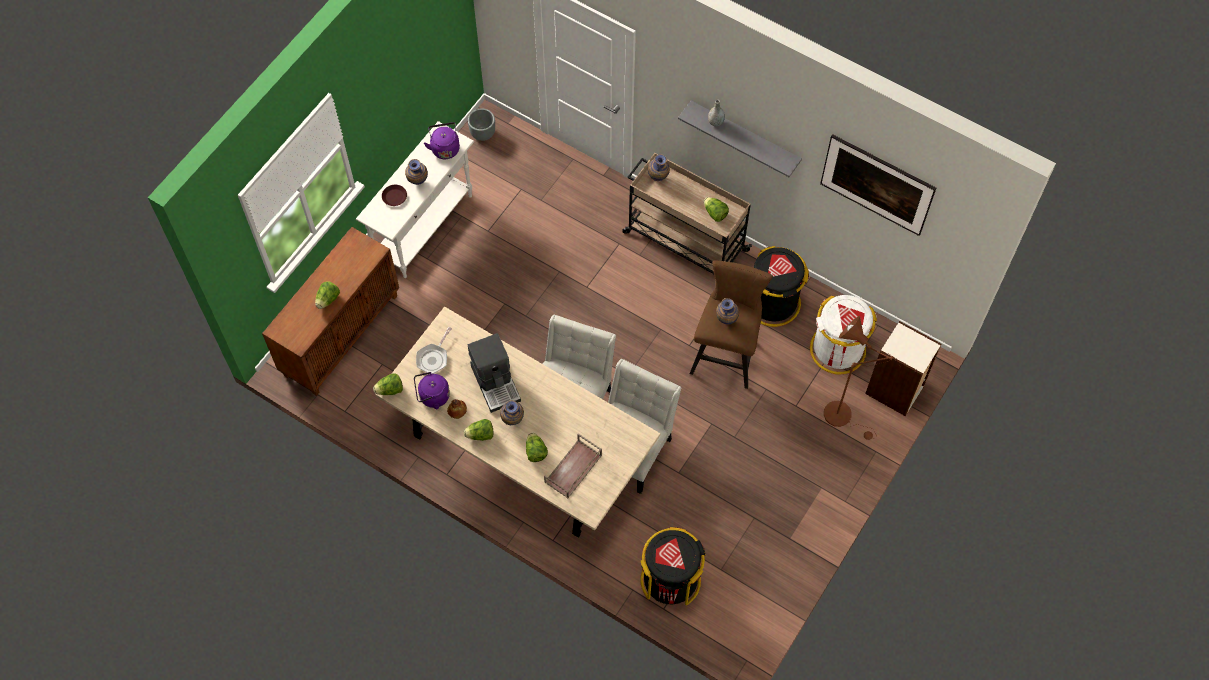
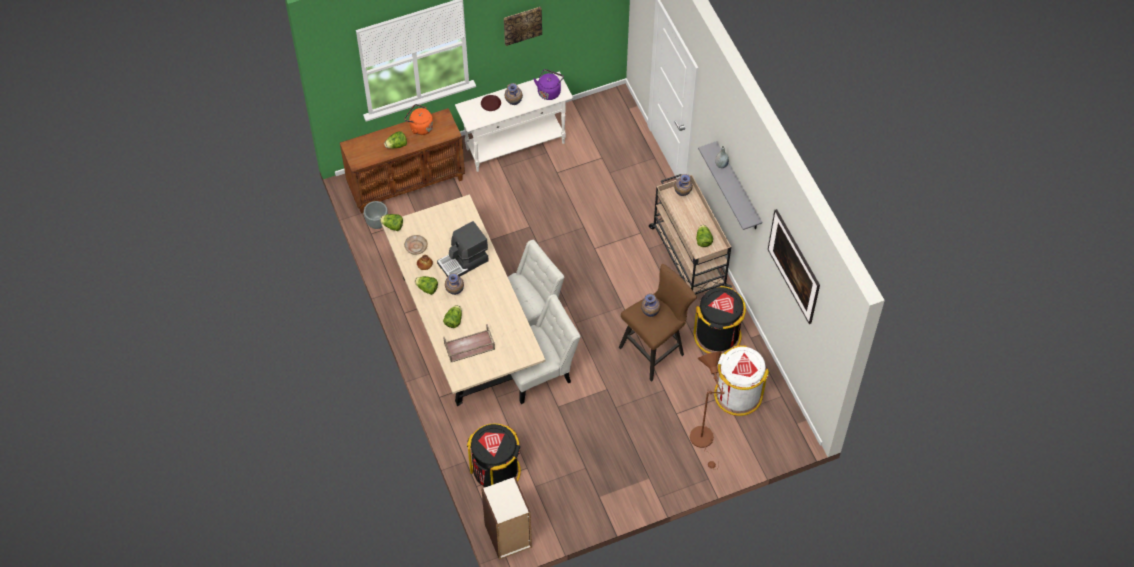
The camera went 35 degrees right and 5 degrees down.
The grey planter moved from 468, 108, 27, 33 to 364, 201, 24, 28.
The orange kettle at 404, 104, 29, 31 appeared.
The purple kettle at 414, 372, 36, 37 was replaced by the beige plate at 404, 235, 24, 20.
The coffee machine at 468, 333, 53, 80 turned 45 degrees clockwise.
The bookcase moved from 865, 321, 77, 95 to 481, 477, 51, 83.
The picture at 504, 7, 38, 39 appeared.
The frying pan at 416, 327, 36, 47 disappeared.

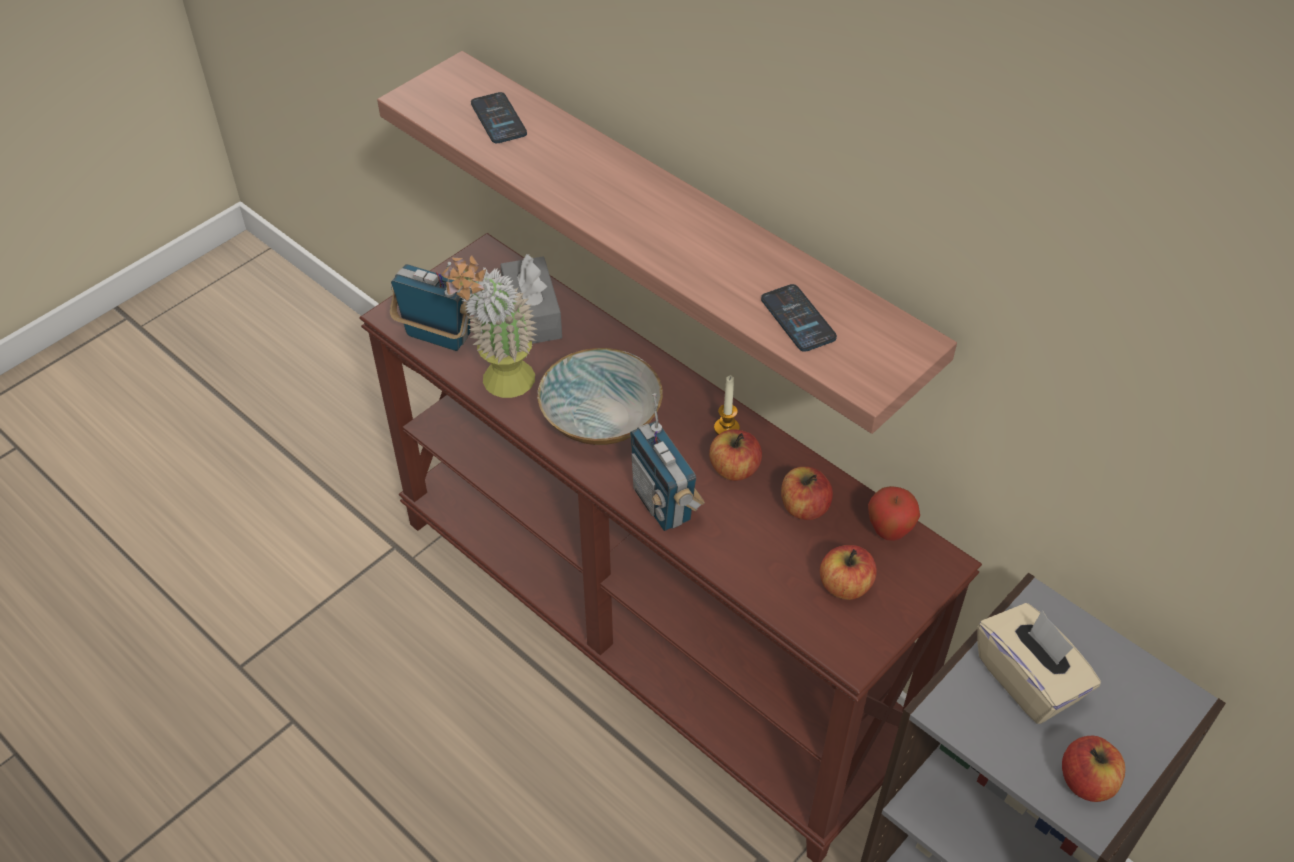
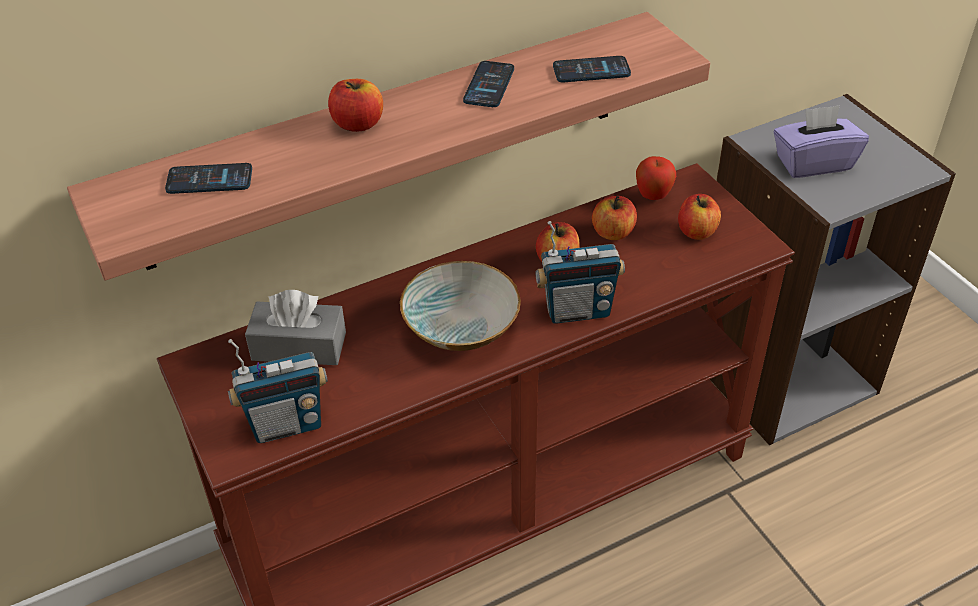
The camera went 70 degrees left and 5 degrees down.
The radio at 390, 262, 82, 89 turned 150 degrees counterclockwise.
The apple moved from 1062, 736, 63, 66 to 328, 79, 55, 53.
The phone at 463, 61, 51, 46 appeared.
The beige tissue box at 978, 603, 123, 121 became the purple tissue box at 774, 105, 95, 73.
The potted plant at 441, 255, 96, 143 disappeared.
The candle at 714, 376, 26, 59 disappeared.

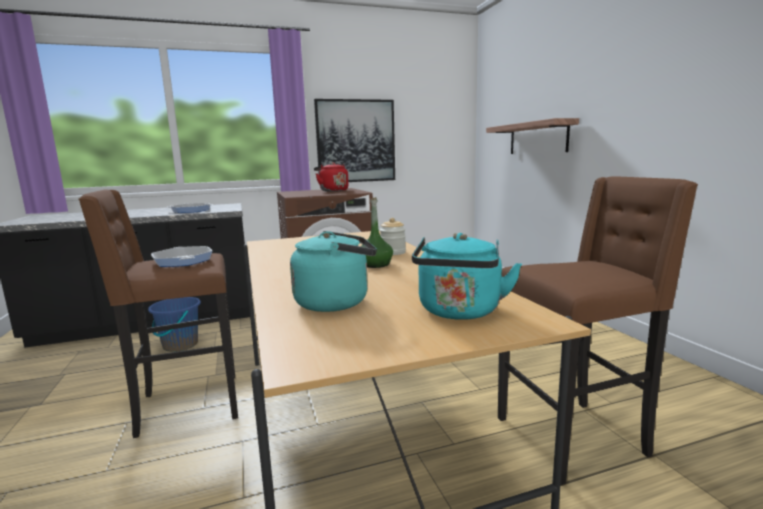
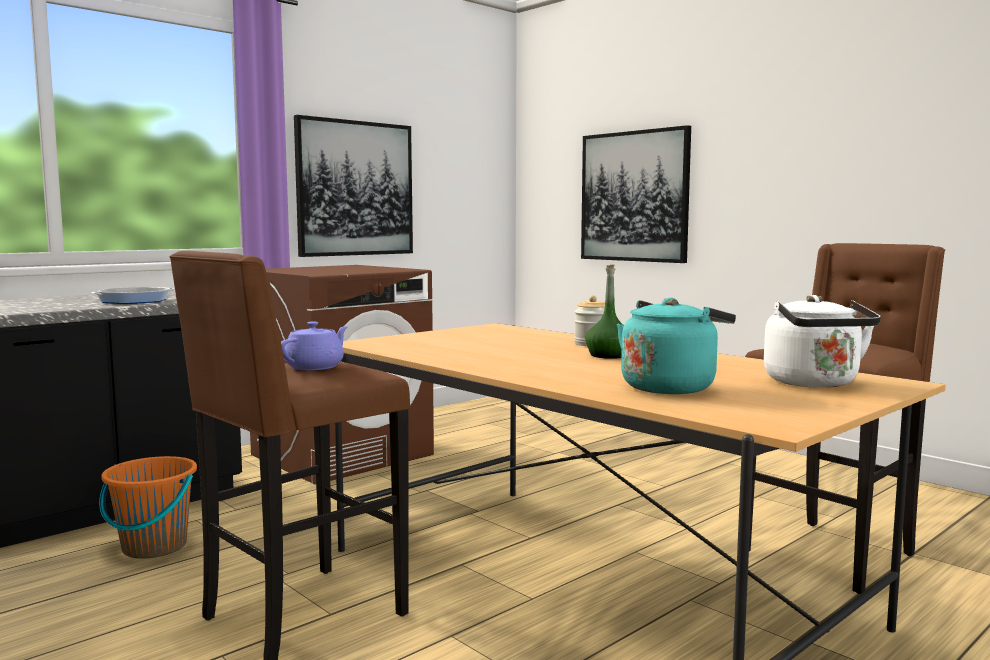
The camera went 25 degrees left and 5 degrees down.
The blue bucket at 148, 297, 53, 55 became the orange bucket at 99, 456, 98, 103.
The frying pan at 151, 246, 61, 21 was replaced by the purple teapot at 281, 322, 67, 48.
The shelf at 486, 118, 93, 36 was replaced by the picture at 581, 125, 110, 138.
The turquoise kettle at 412, 233, 110, 87 became the white kettle at 764, 295, 117, 93.
The red kettle at 314, 162, 35, 30 disappeared.

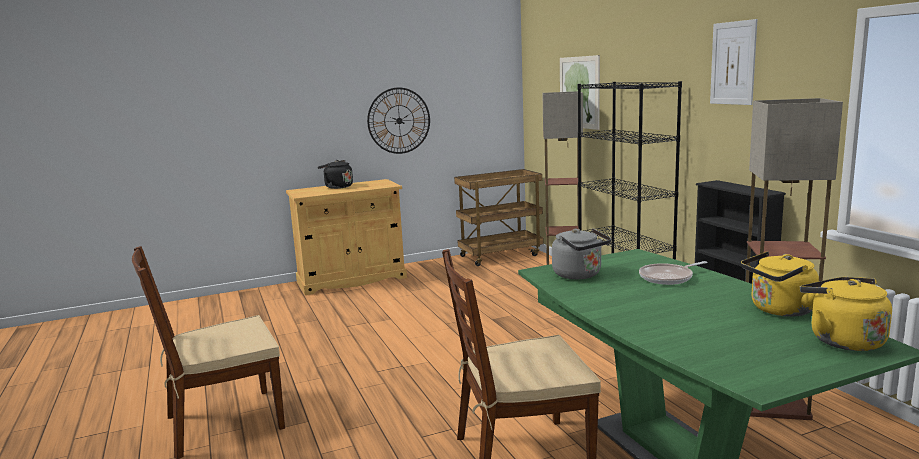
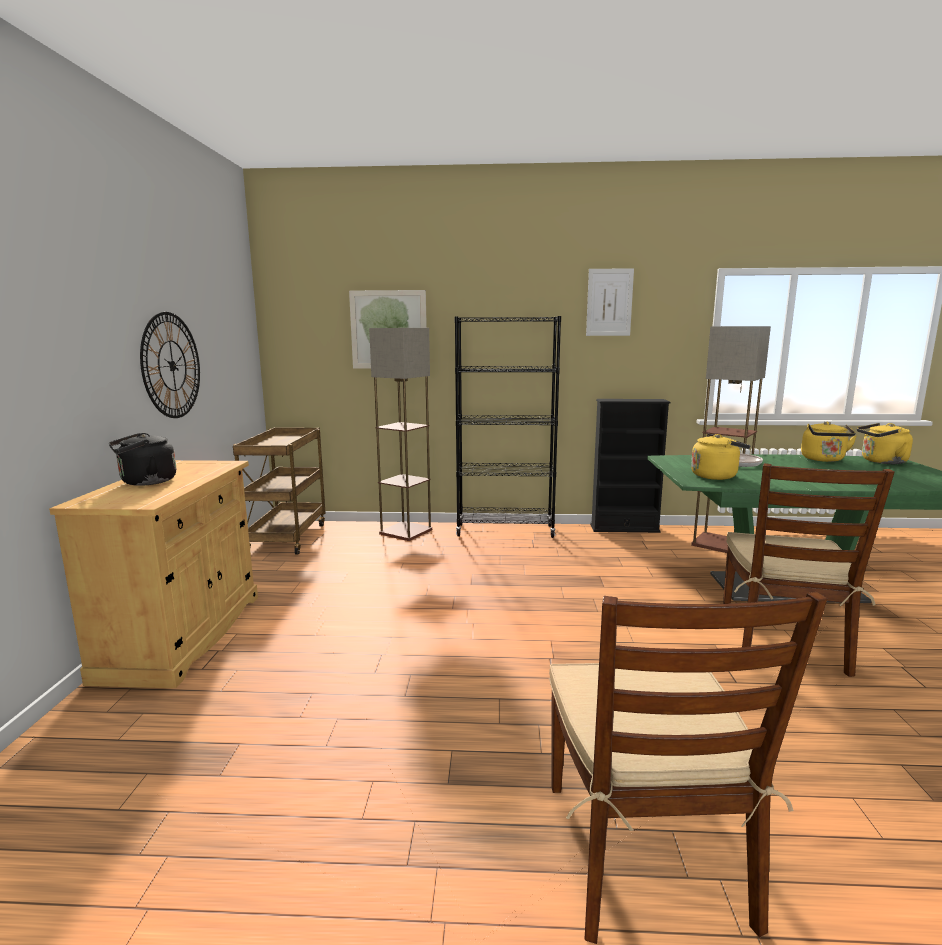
The camera went 65 degrees left and 0 degrees up.
The grey kettle at 552, 228, 59, 51 became the yellow kettle at 691, 434, 60, 46.

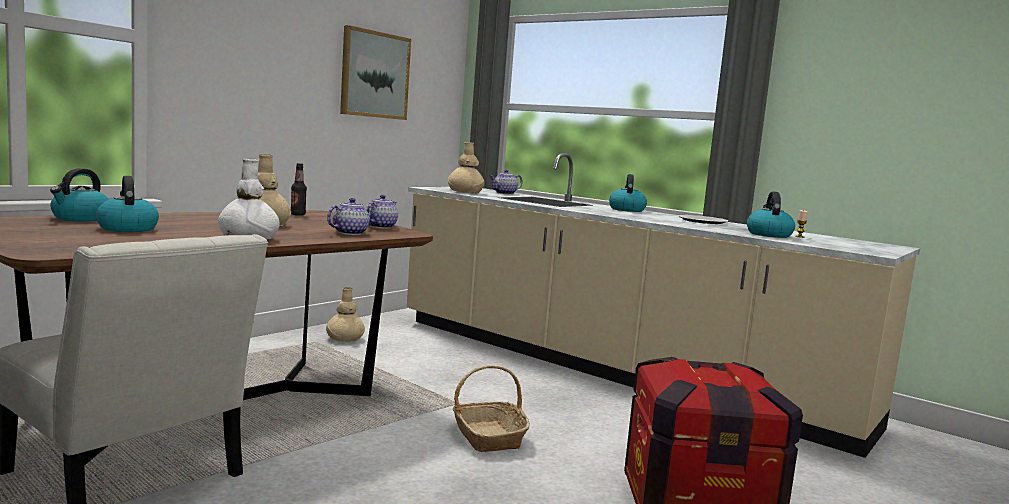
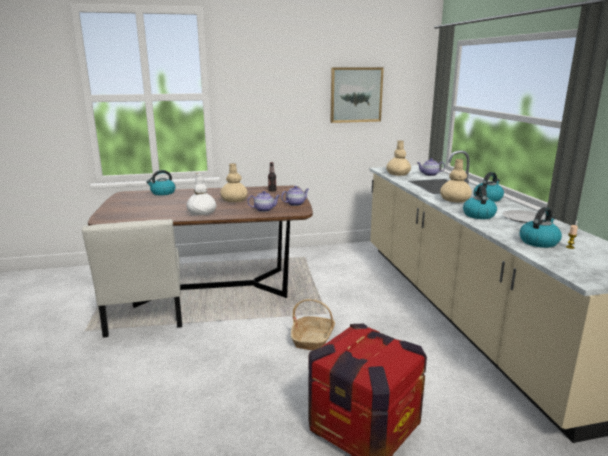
The camera went 40 degrees right and 10 degrees up.
The beige vase moved from 326, 287, 39, 55 to 440, 159, 32, 44.
The kettle moved from 96, 176, 63, 56 to 463, 185, 34, 34.

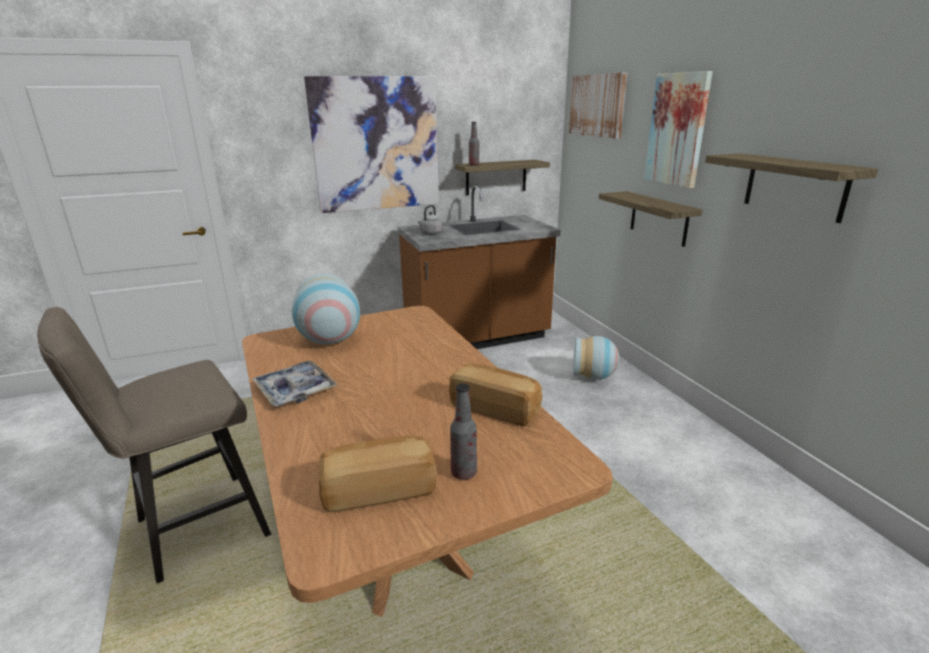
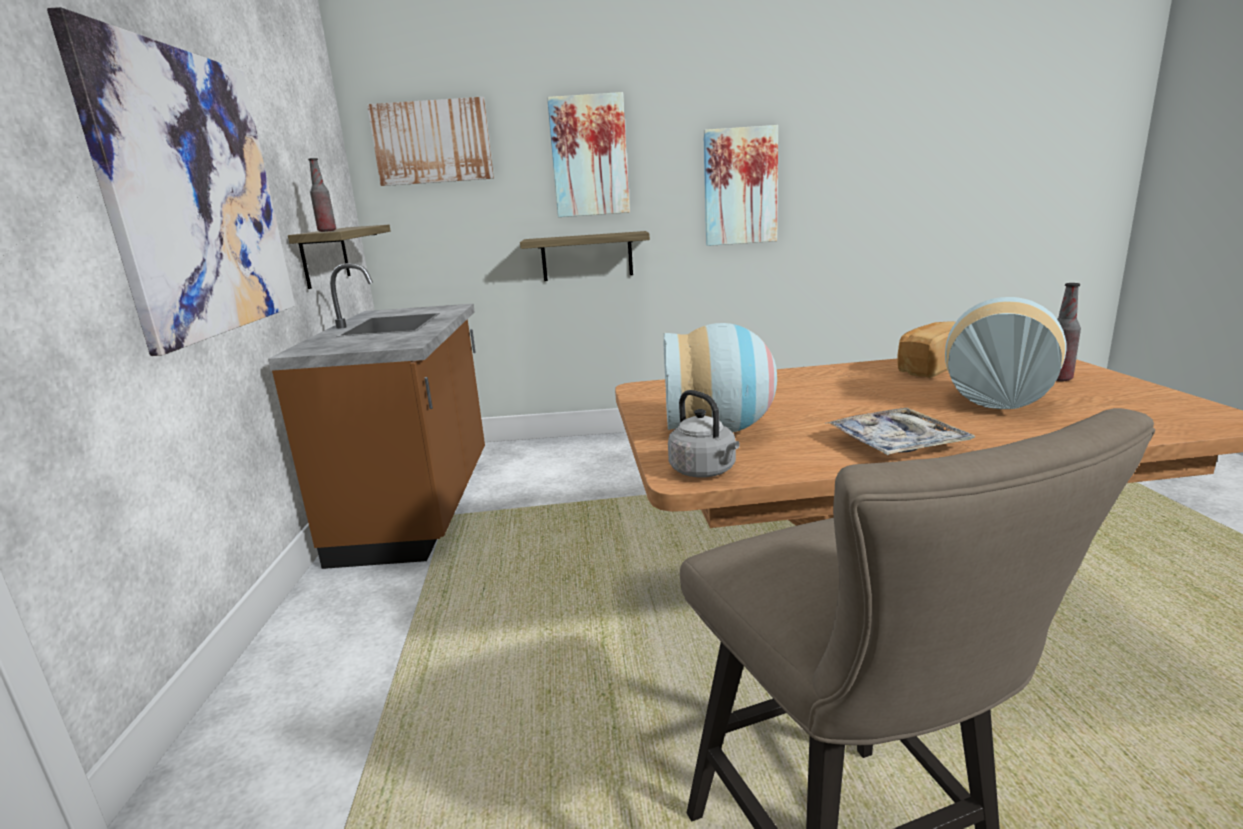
The camera went 70 degrees left and 5 degrees down.
The grey kettle moved from 418, 205, 25, 30 to 668, 390, 72, 87.
The shelf at 705, 153, 173, 70 was replaced by the picture at 703, 125, 75, 121.
The vase moved from 573, 336, 46, 44 to 945, 297, 122, 112.
The bread at 319, 436, 118, 76 disappeared.

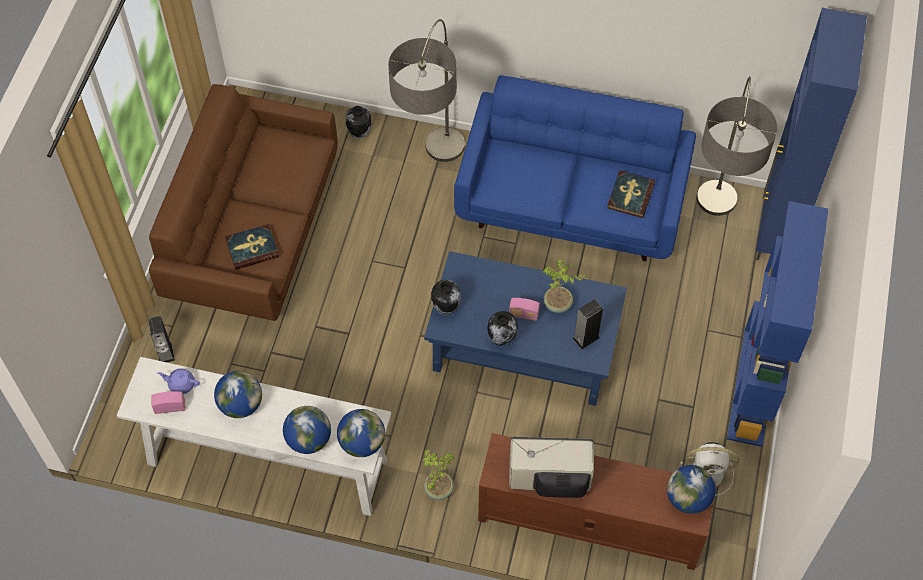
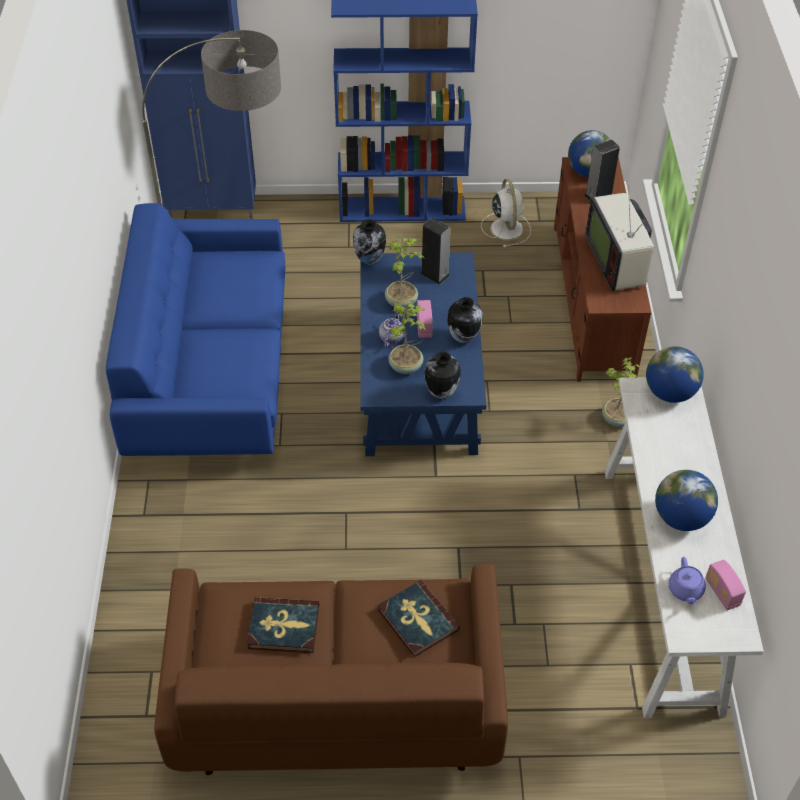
The camera went 105 degrees left and 10 degrees down.
The book moved from 607, 170, 48, 48 to 247, 597, 72, 56.
The vase moved from 345, 106, 27, 32 to 353, 219, 33, 46.
The teapot at 379, 311, 25, 36 appeared.
The potted plant at 388, 300, 38, 74 appeared.
The speaker moved from 148, 316, 27, 47 to 584, 140, 36, 61.
The globe at 283, 406, 48, 48 disappeared.
The floor lamp at 388, 19, 77, 143 disappeared.

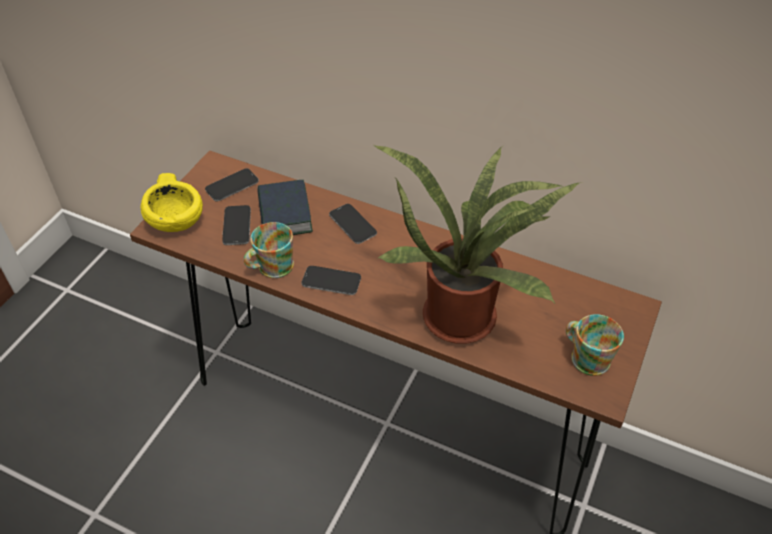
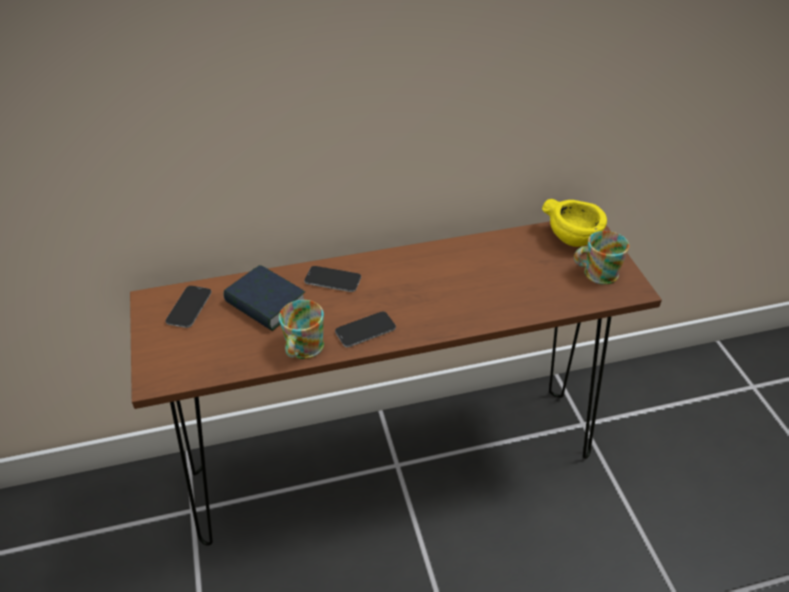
The camera went 40 degrees left and 5 degrees down.
The yellow bowl moved from 141, 173, 62, 59 to 542, 199, 65, 48.
The phone at 222, 205, 29, 40 disappeared.
The potted plant at 374, 145, 205, 199 disappeared.

